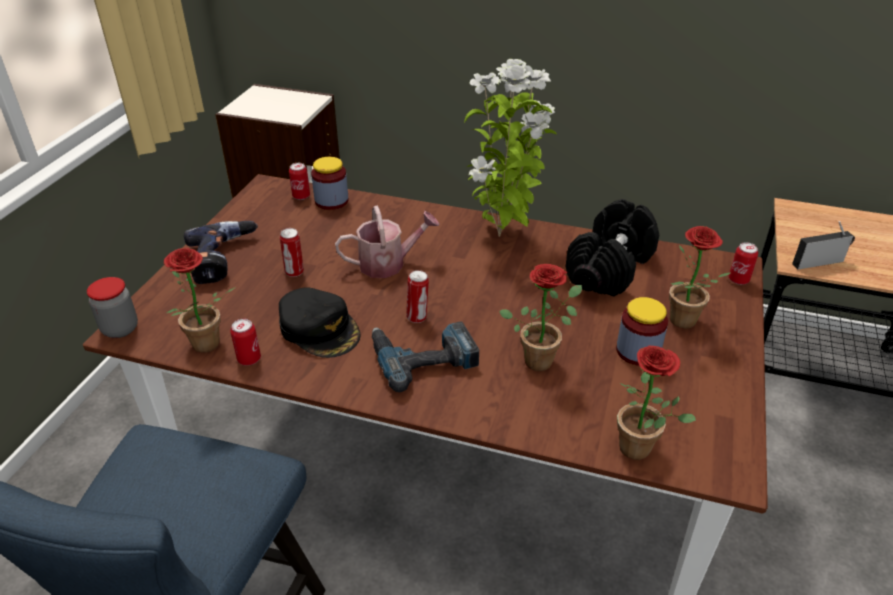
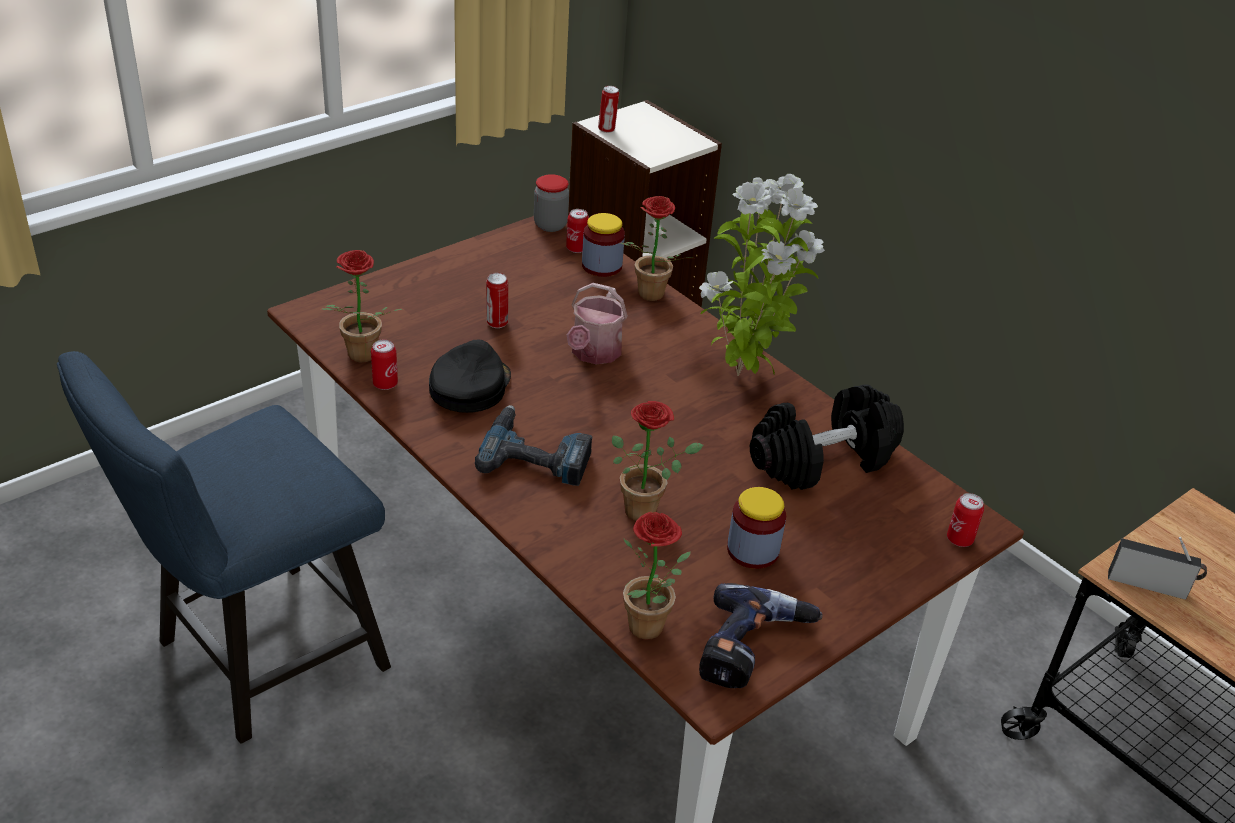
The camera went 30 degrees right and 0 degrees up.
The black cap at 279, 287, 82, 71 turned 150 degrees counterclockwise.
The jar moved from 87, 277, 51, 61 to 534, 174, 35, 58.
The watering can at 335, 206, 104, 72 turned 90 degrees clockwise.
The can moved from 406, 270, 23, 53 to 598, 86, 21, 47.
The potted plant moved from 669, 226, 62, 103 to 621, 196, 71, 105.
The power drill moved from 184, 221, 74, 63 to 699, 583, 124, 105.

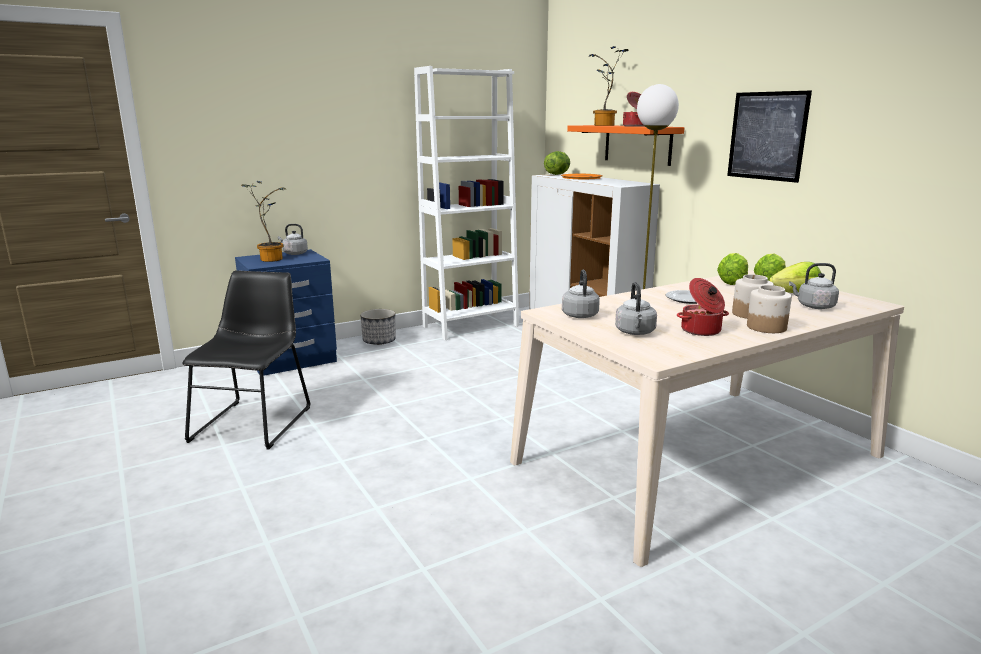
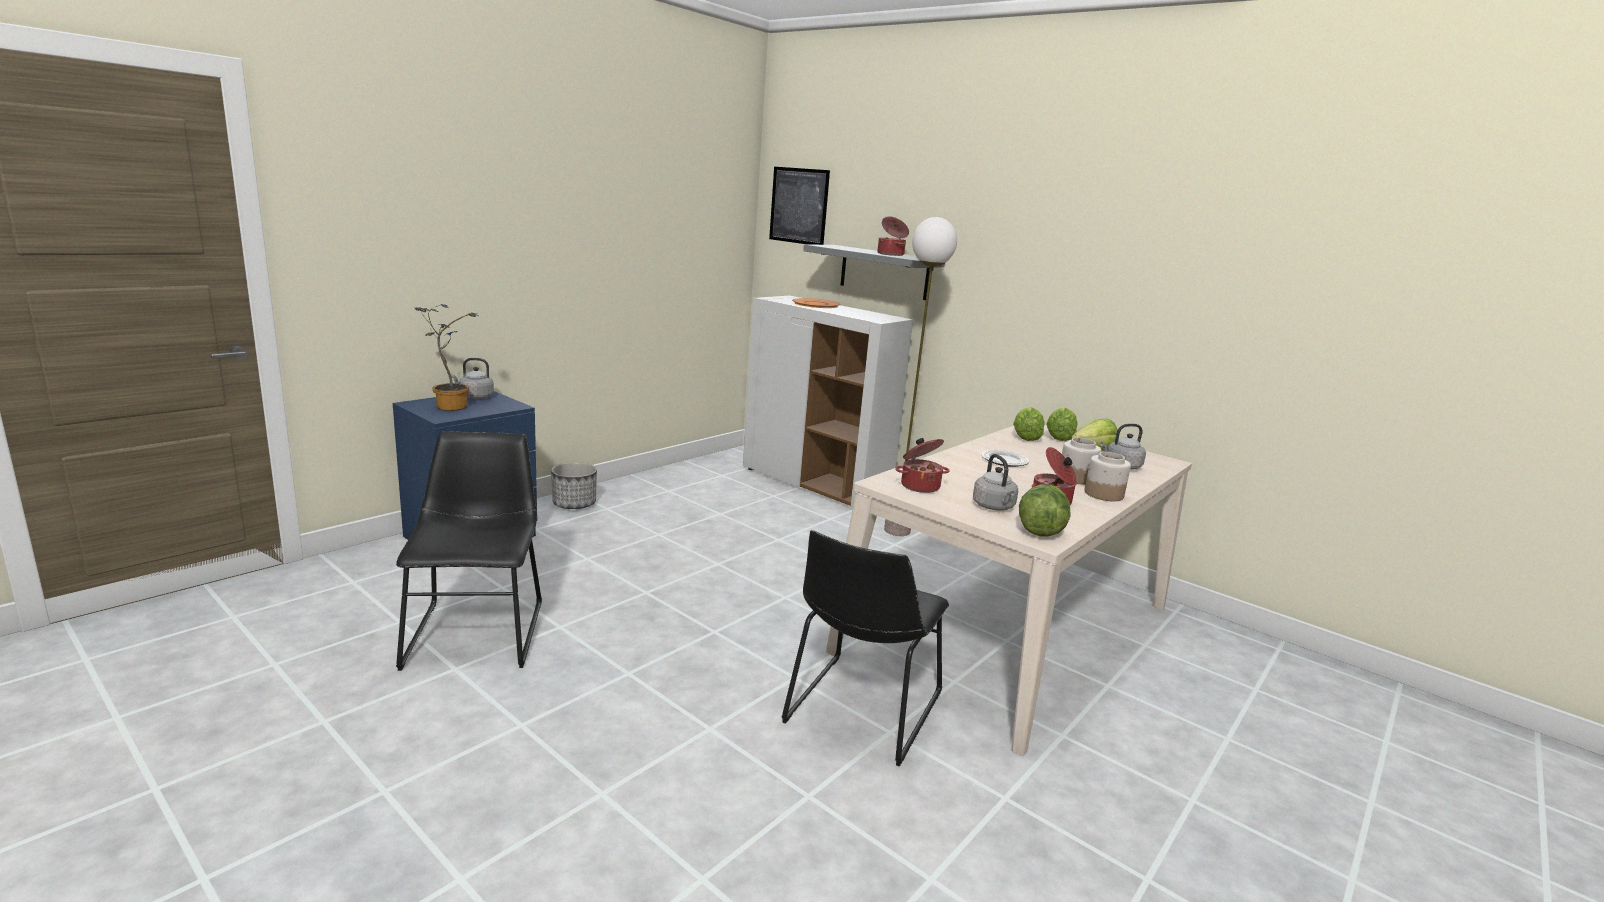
The camera went 20 degrees left and 0 degrees up.
The picture moved from 727, 91, 85, 92 to 769, 167, 61, 78.
The black chair at 781, 530, 168, 237 appeared.
The orange shelf at 567, 125, 118, 41 became the grey shelf at 803, 245, 142, 55.
The grey kettle at 562, 270, 38, 48 was replaced by the cooking pot at 895, 438, 54, 55.
The lettuce moved from 544, 151, 26, 24 to 1019, 484, 51, 53.
The white bookcase at 414, 66, 105, 274 disappeared.
The potted plant at 589, 46, 39, 80 disappeared.

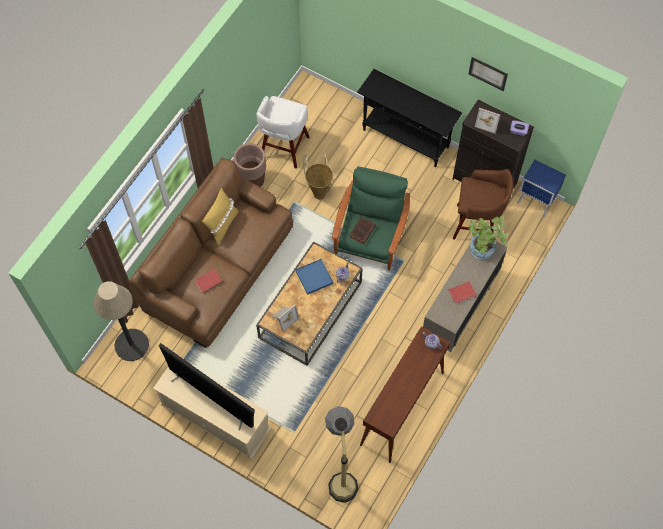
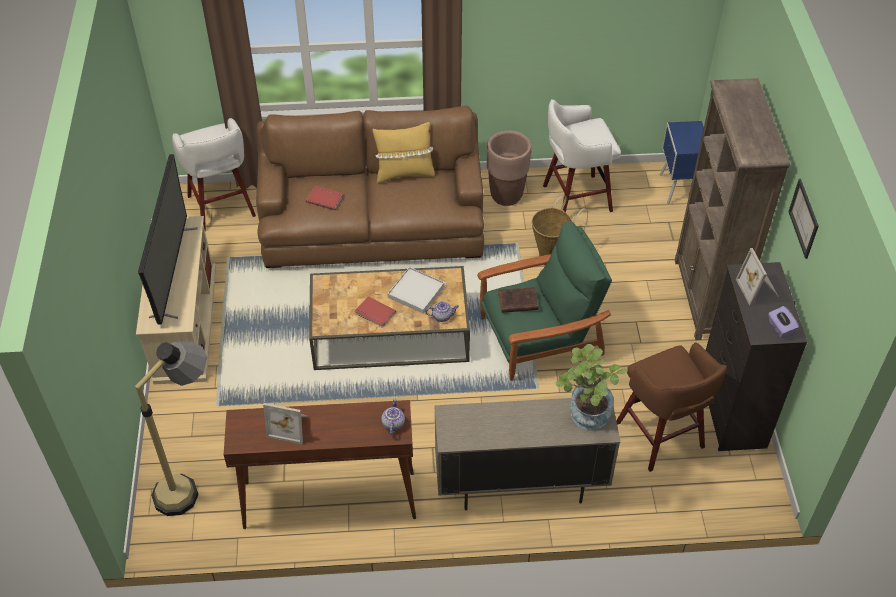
The camera went 55 degrees right and 15 degrees down.
The floor lamp at 94, 281, 55, 80 was replaced by the white stool at 172, 118, 84, 113.
The picture frame moved from 272, 305, 27, 27 to 263, 403, 45, 41.
The red book moved from 448, 281, 28, 23 to 355, 296, 41, 31.
The blue tray at 296, 259, 37, 36 became the white tray at 388, 267, 57, 47.
The blue nightstand moved from 517, 160, 49, 57 to 660, 121, 44, 83.
The black console table at 357, 69, 105, 98 was replaced by the brown bookcase at 675, 78, 115, 262.

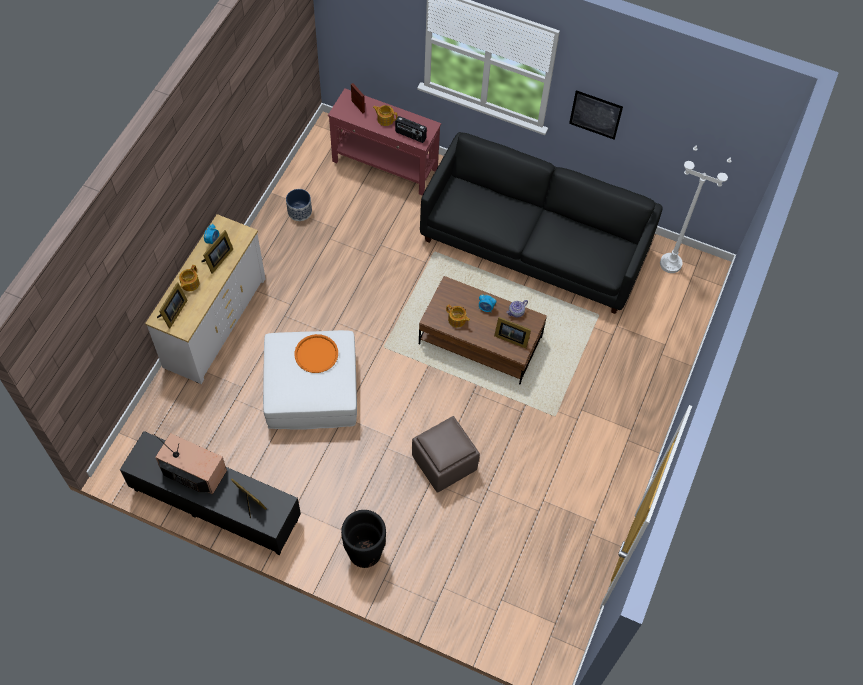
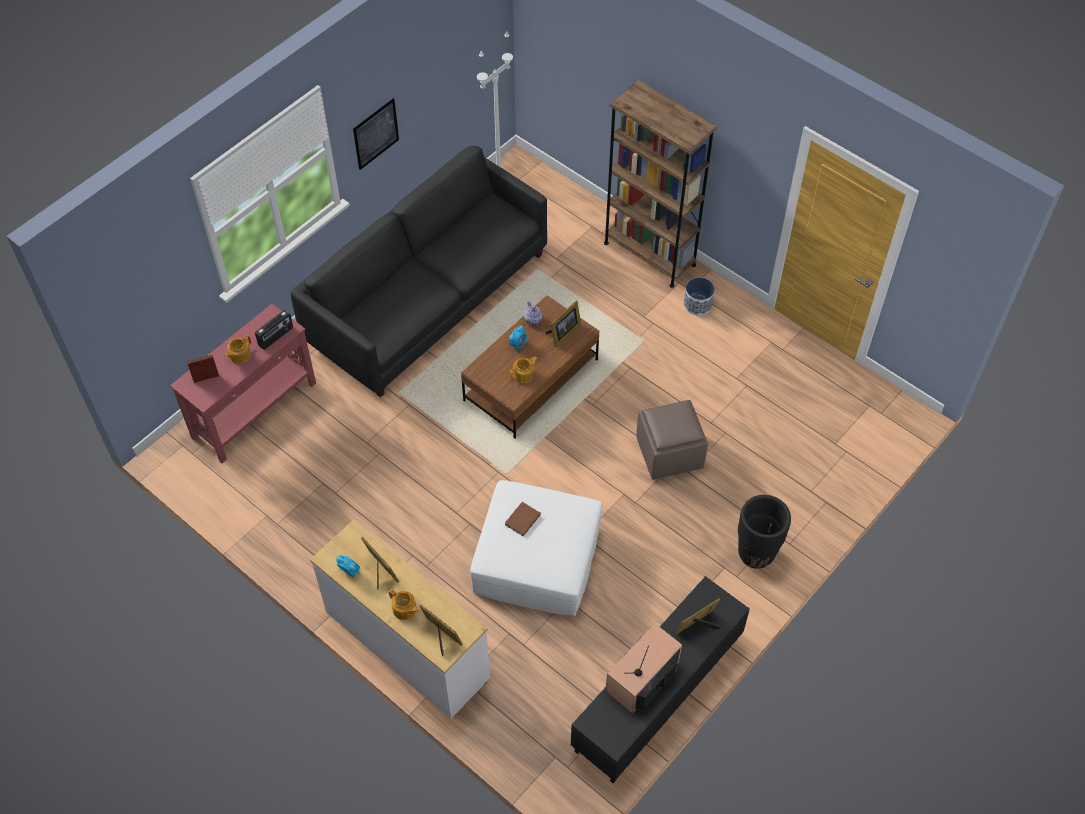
The camera went 70 degrees left and 5 degrees down.
The orange tray at 295, 334, 43, 39 was replaced by the brown book at 505, 502, 36, 34.
The brown bookcase at 604, 80, 113, 208 appeared.
The planter moved from 286, 189, 26, 32 to 684, 277, 31, 39.

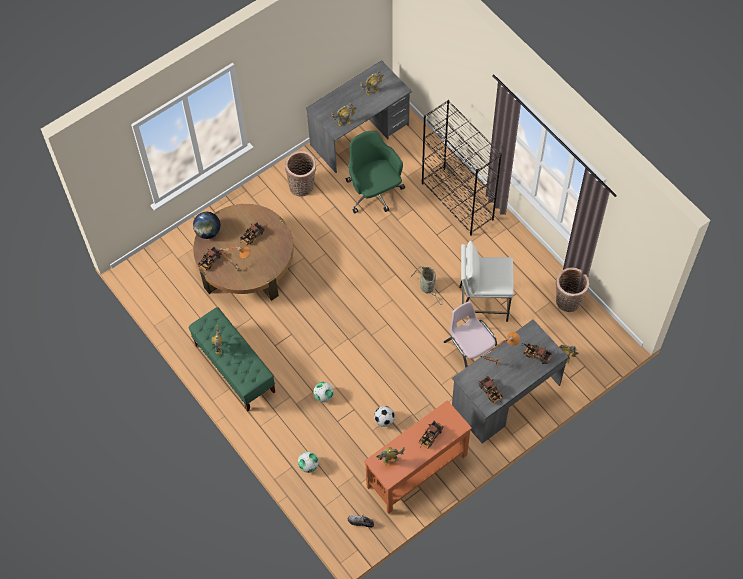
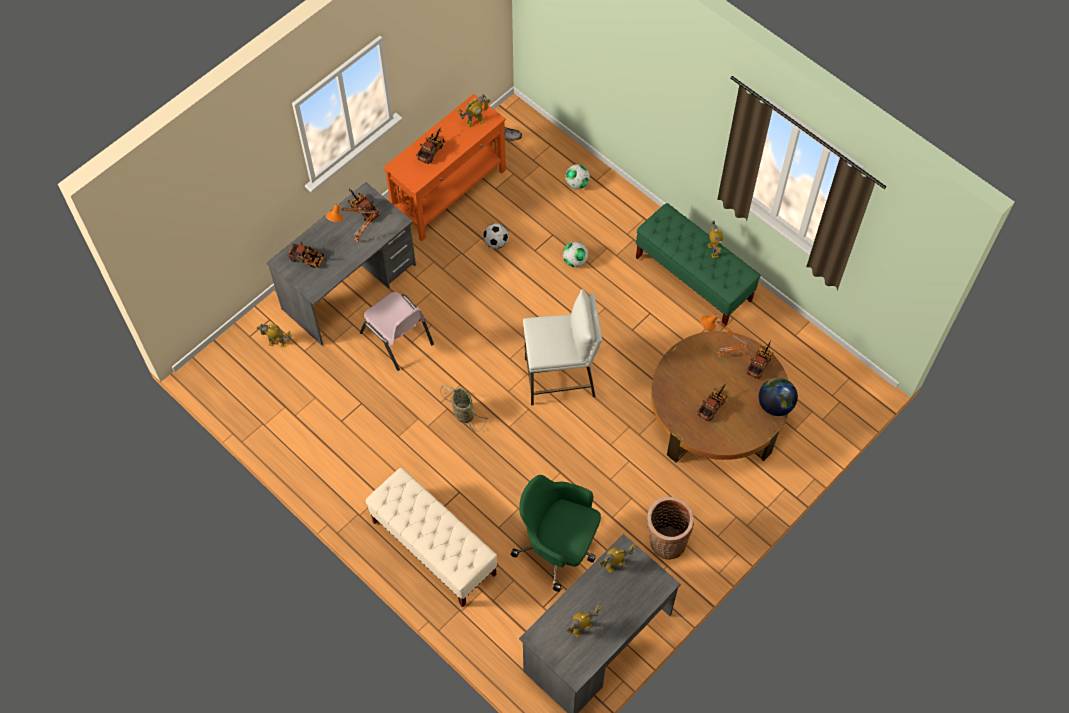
The camera went 170 degrees right and 0 degrees up.
The black bookcase at 422, 100, 80, 136 was replaced by the beige bench at 366, 468, 132, 139.
The green office chair at 346, 131, 59, 83 turned 150 degrees clockwise.
The white stool moved from 459, 241, 55, 81 to 523, 289, 79, 116.
The basket at 556, 267, 33, 45 disappeared.

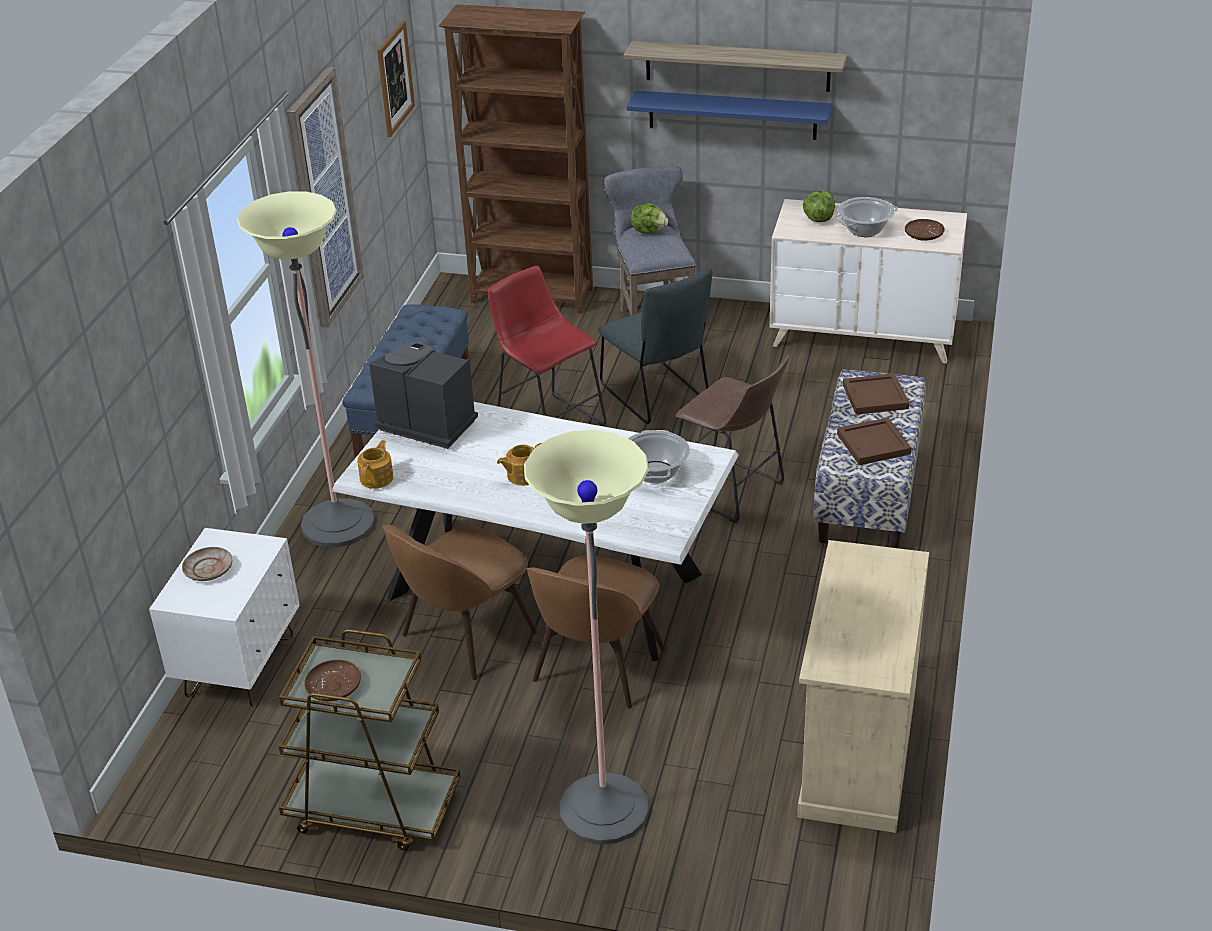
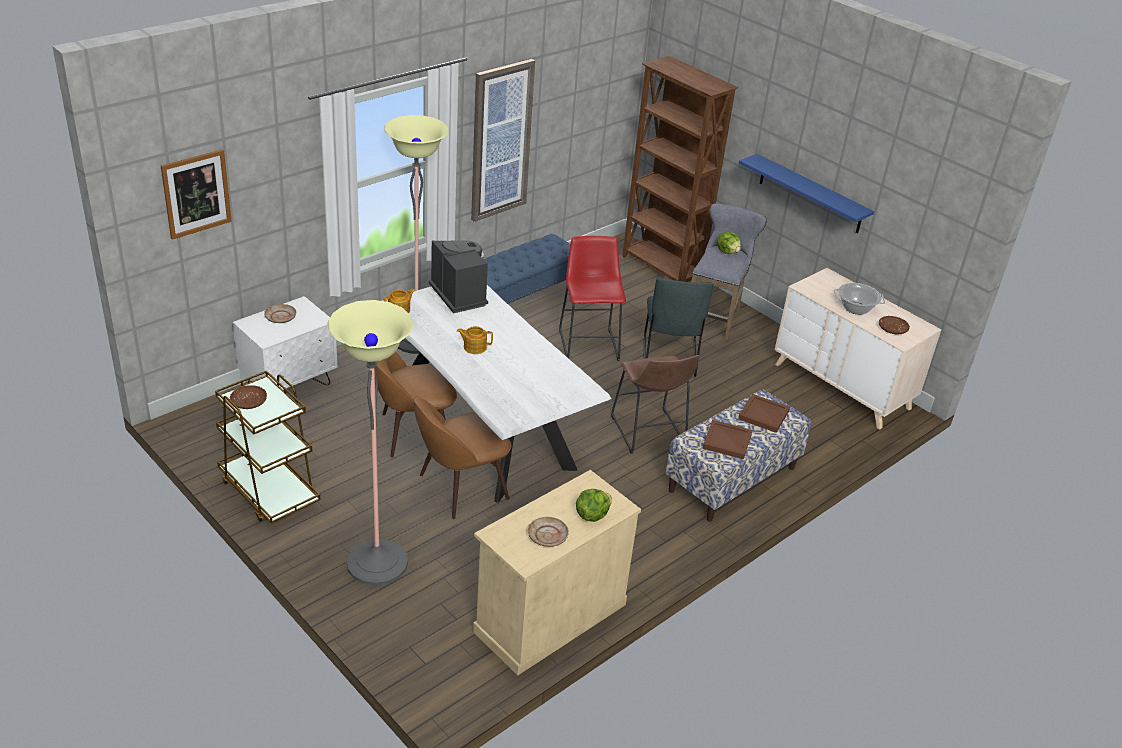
The camera went 30 degrees right and 0 degrees up.
The picture moved from 377, 21, 38, 116 to 161, 149, 71, 91.
The beige plate at 528, 517, 41, 30 appeared.
The lettuce moved from 803, 191, 32, 31 to 576, 489, 36, 33.
The shelf at 623, 41, 224, 51 disappeared.
The cooking pot at 628, 430, 62, 53 disappeared.

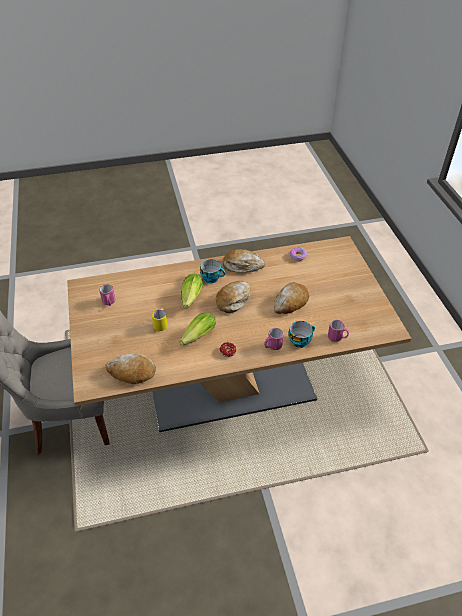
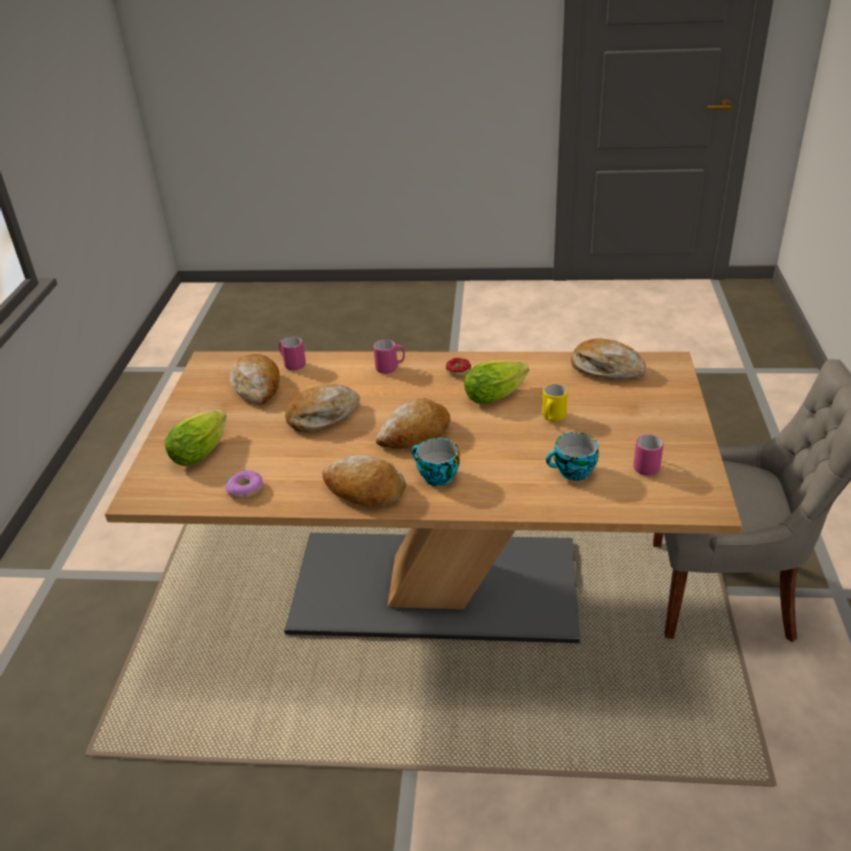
The camera went 160 degrees left and 10 degrees down.
The lettuce moved from 181, 273, 22, 36 to 165, 410, 62, 56.
The bread at 230, 354, 50, 51 appeared.
The cup moved from 289, 321, 26, 27 to 546, 432, 53, 49.

